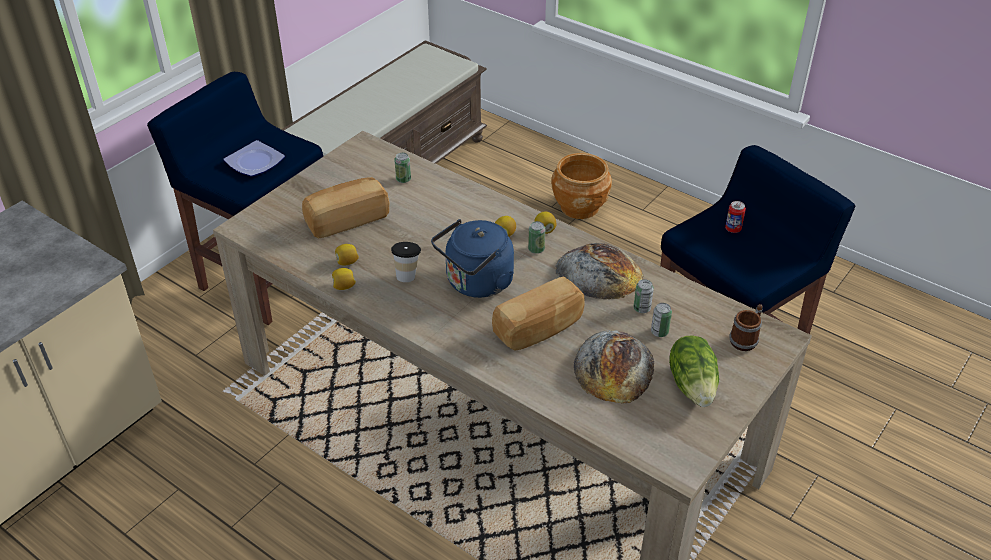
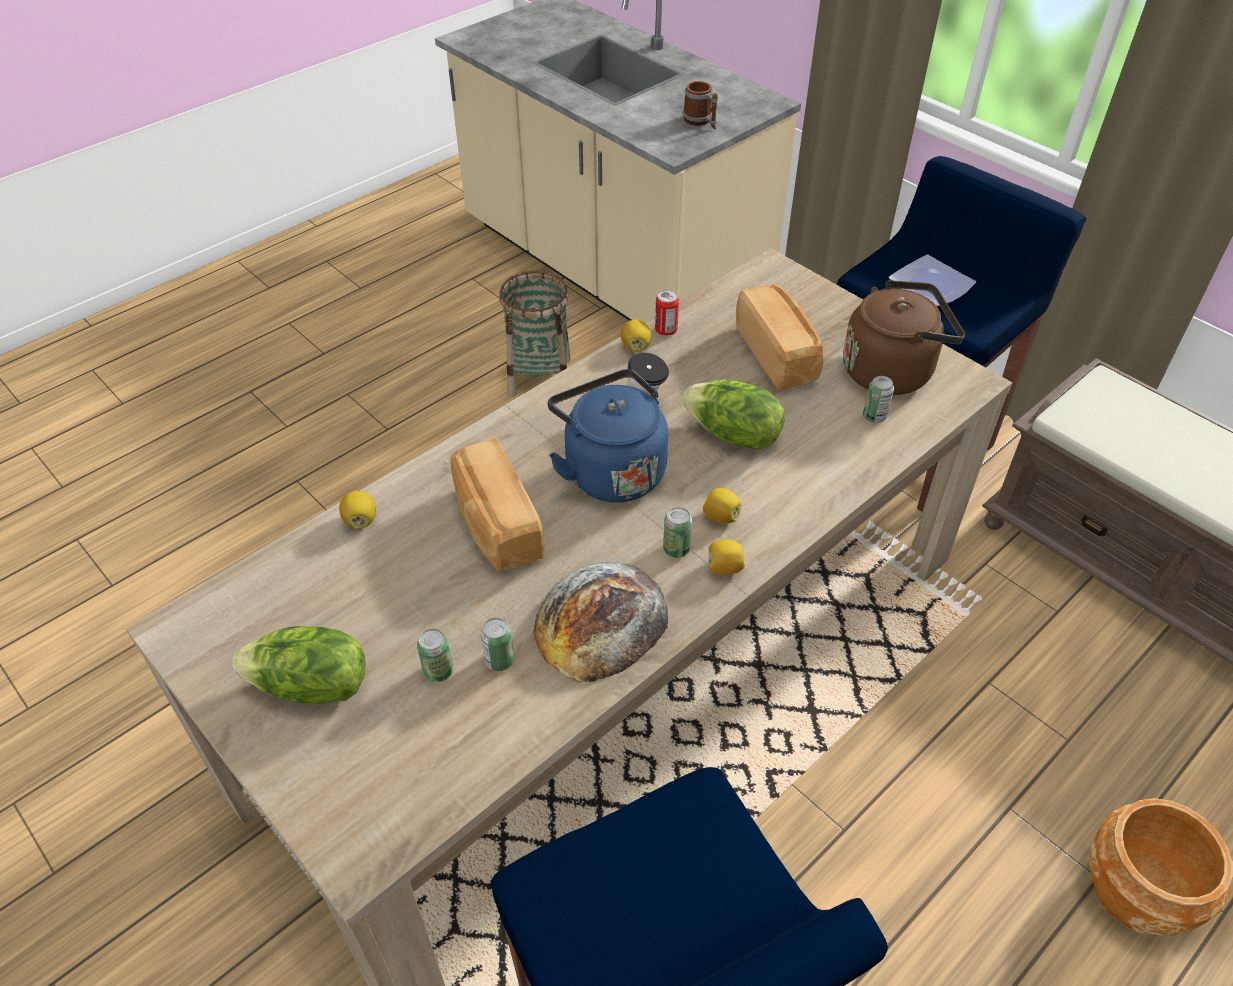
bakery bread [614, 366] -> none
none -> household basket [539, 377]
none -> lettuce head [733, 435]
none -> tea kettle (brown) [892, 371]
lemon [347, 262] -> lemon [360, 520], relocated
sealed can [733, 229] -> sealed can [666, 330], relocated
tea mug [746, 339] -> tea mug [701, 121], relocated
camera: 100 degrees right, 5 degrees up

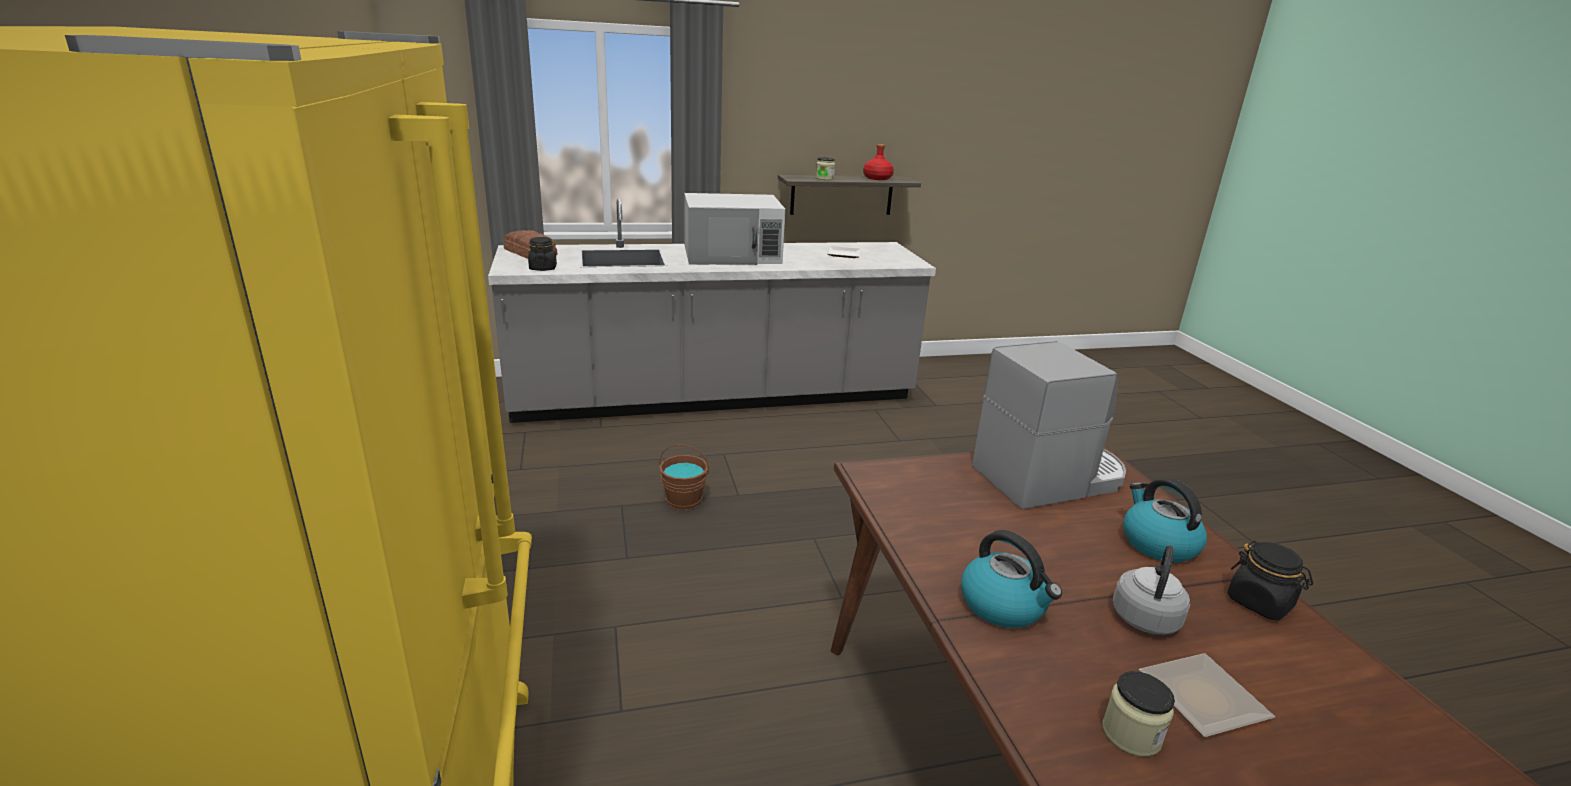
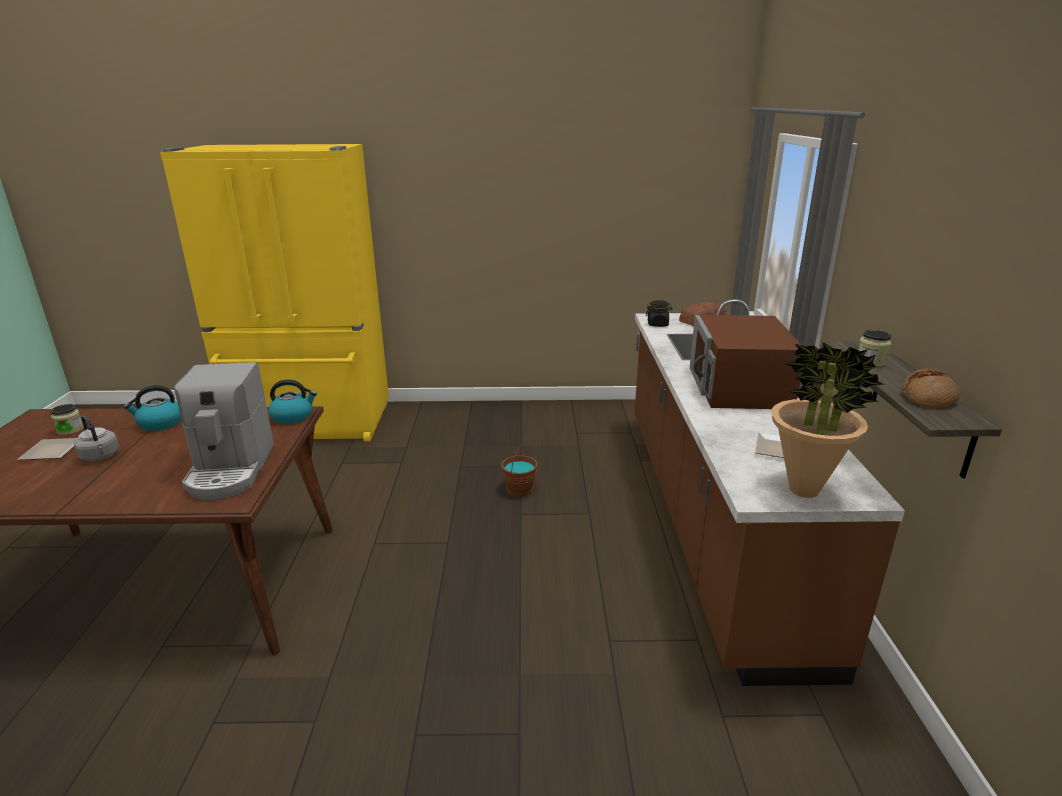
jar (blackish) [1259, 603] -> none
none -> houseplant [804, 490]
tea kettle [1157, 543] -> tea kettle [293, 416], relocated
beverage bottle (reddish) [877, 178] -> bakery bread [928, 398]
kitchen base unit (grey) [716, 397] -> kitchen base unit (brown) [709, 519]
microwave (whitish) [732, 254] -> microwave (brown) [739, 387]
camera: 105 degrees right, 0 degrees up

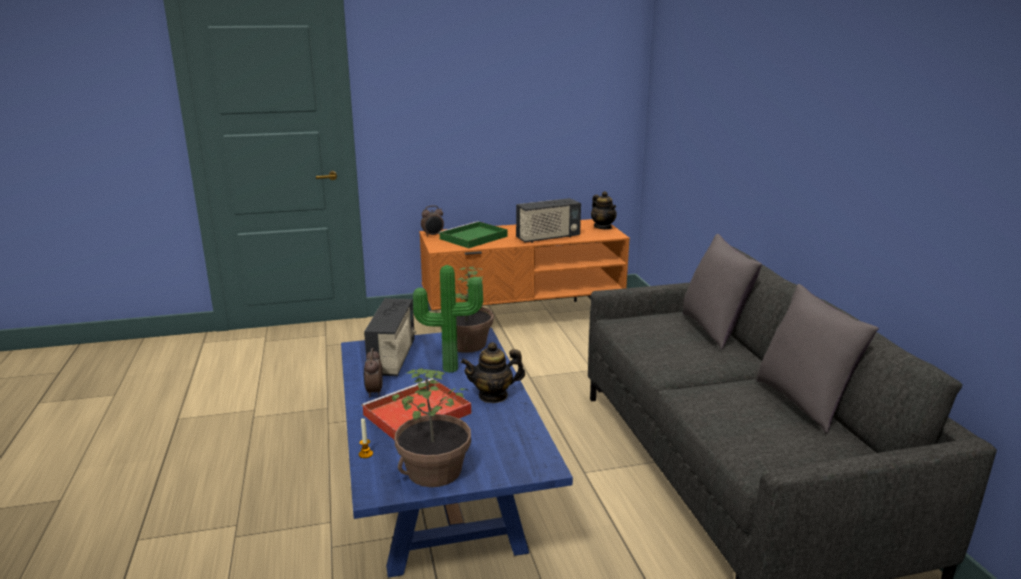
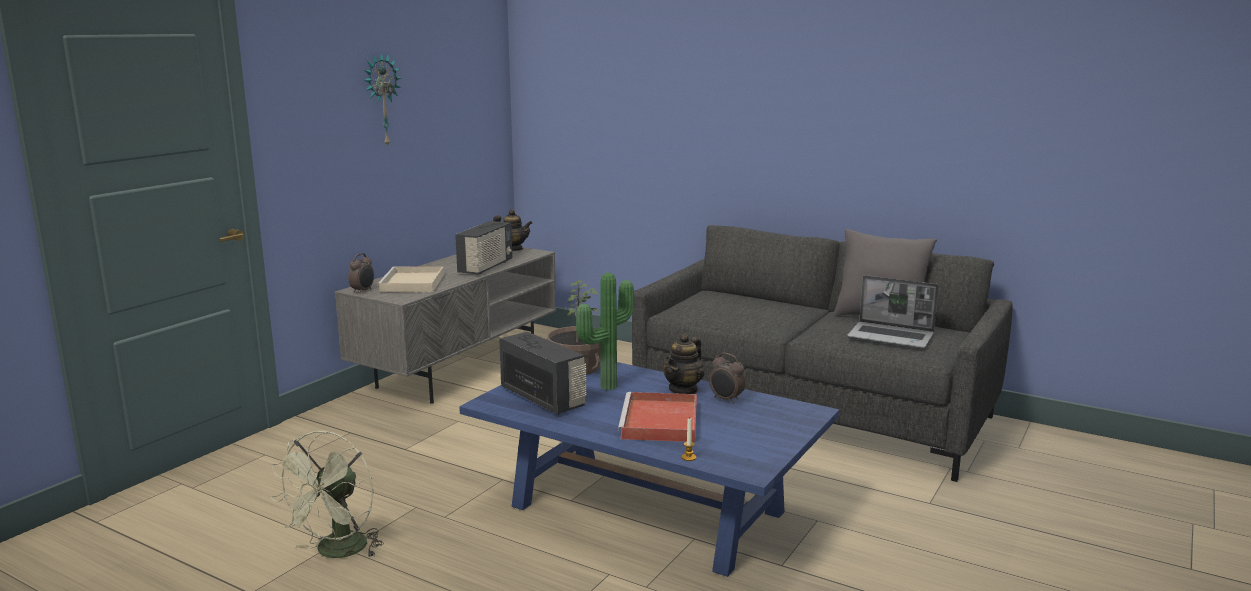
houseplant [434, 471] -> none
throw pillow (grey) [714, 329] -> none
none -> electric fan (greenish) [337, 552]
none -> wall clock [381, 100]
none -> portable computer [892, 337]
bedside clock [374, 392] -> bedside clock [726, 400], relocated
media console (orangey) [523, 317] -> media console (grey) [458, 369]
carrying tray (greenish) [472, 238] -> carrying tray (sand-coloured) [412, 283]
camera: 45 degrees left, 5 degrees down

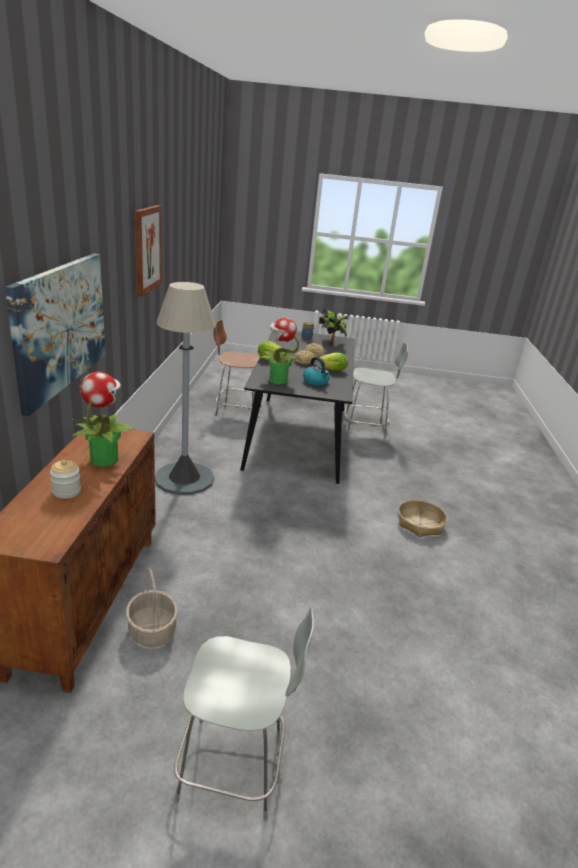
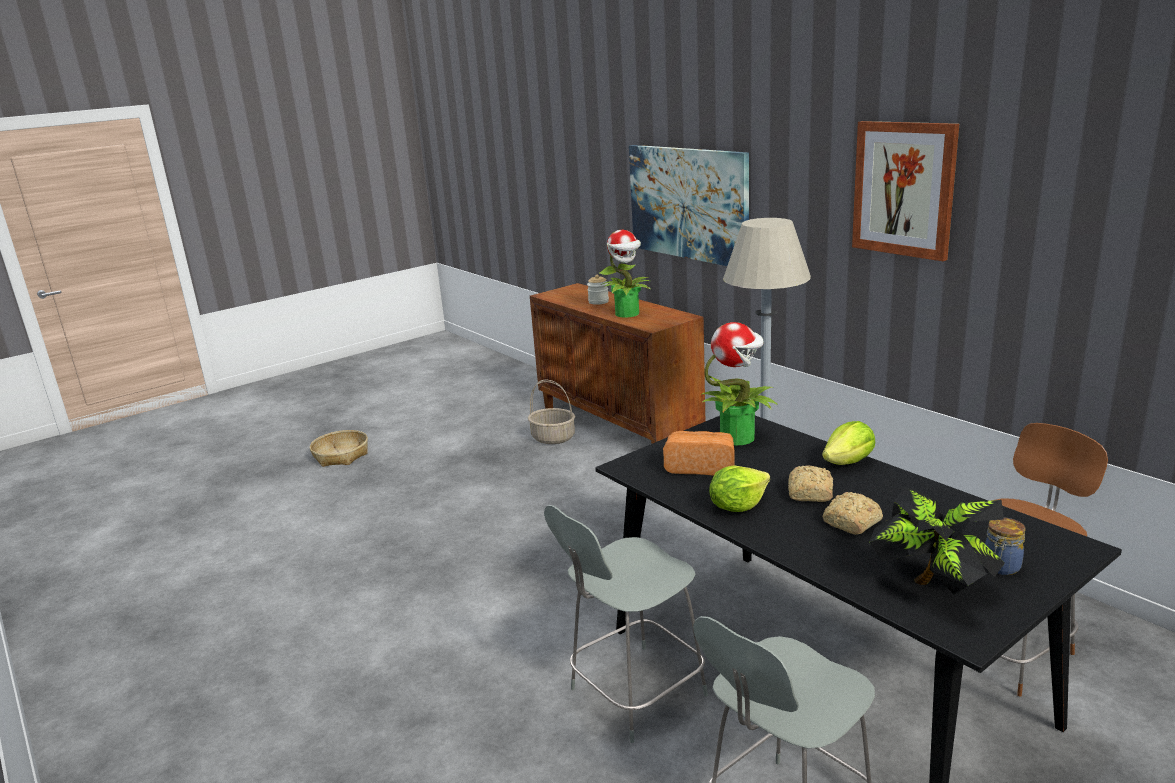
upright chair (grey) [235, 768] -> upright chair (grey) [634, 694], relocated
household basket [419, 524] -> household basket [341, 455], relocated
tea kettle [316, 381] -> bakery bread [700, 467]
camera: 140 degrees right, 5 degrees down

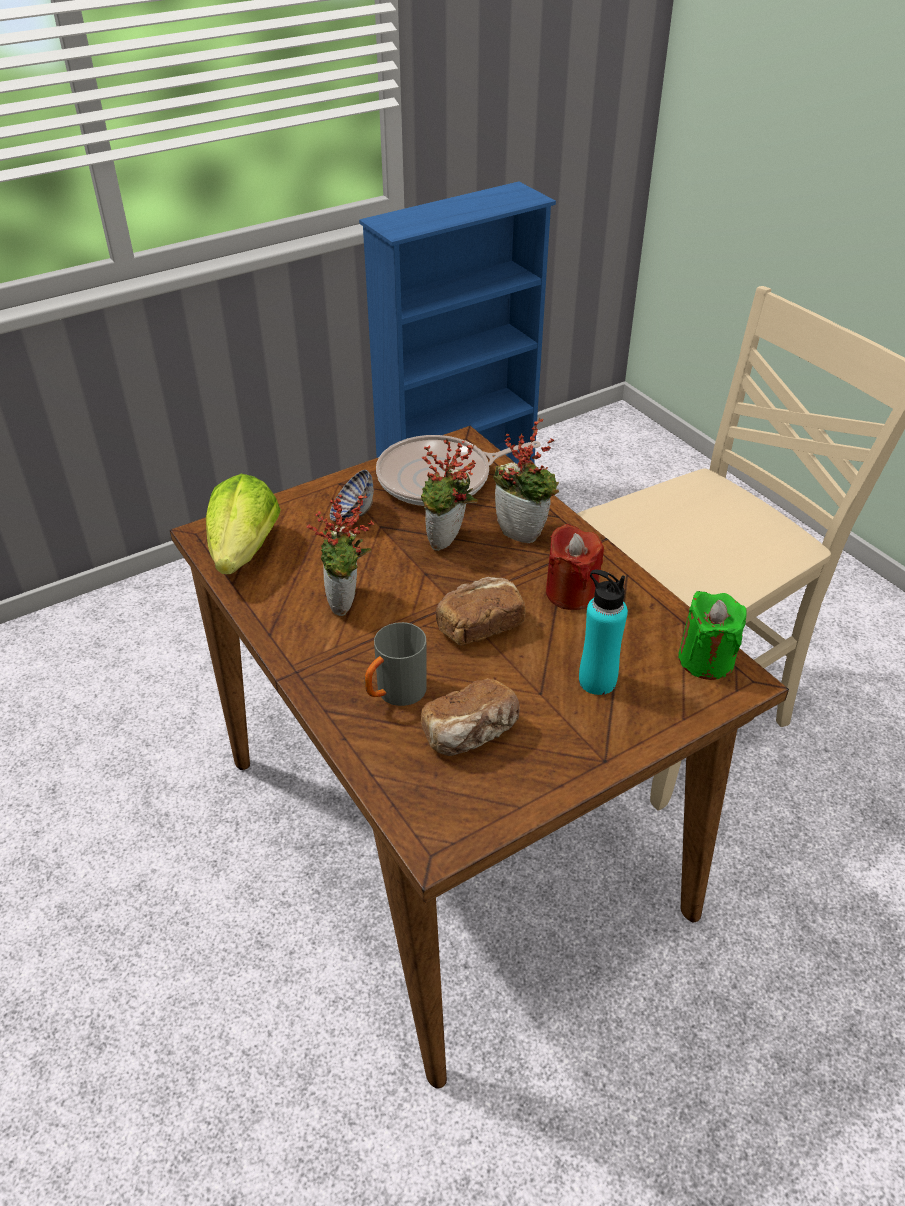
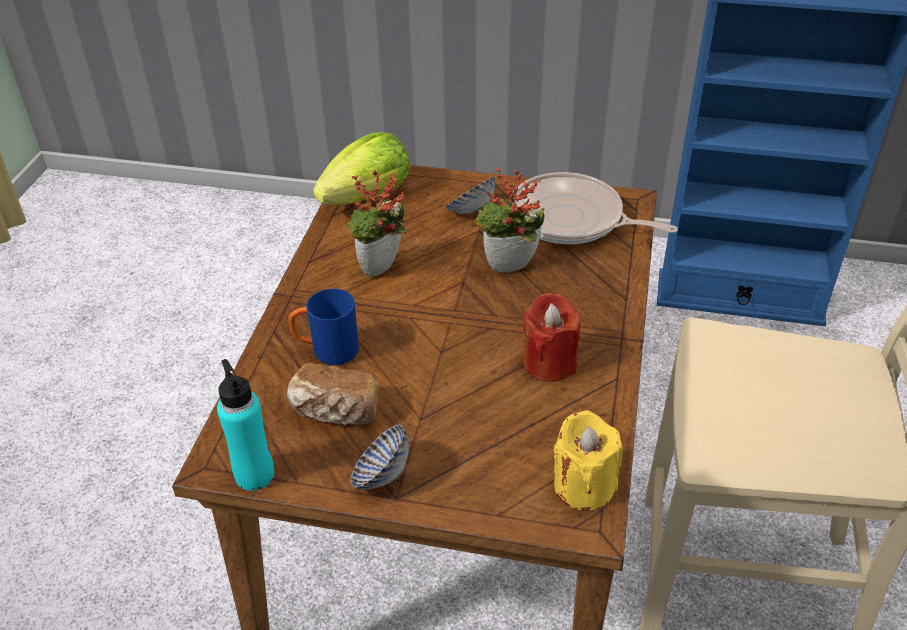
bakery bread [479, 625] -> none
houseplant [524, 532] -> none
none -> serving bowl [381, 476]
beverage bottle (blue-green) [597, 681] -> beverage bottle (blue-green) [254, 474], relocated
tea mug (grey) [394, 695] -> tea mug (bluish) [326, 351]
wax candle (greenish) [706, 660] -> wax candle (yellow-coloured) [583, 486]
camera: 45 degrees right, 0 degrees up

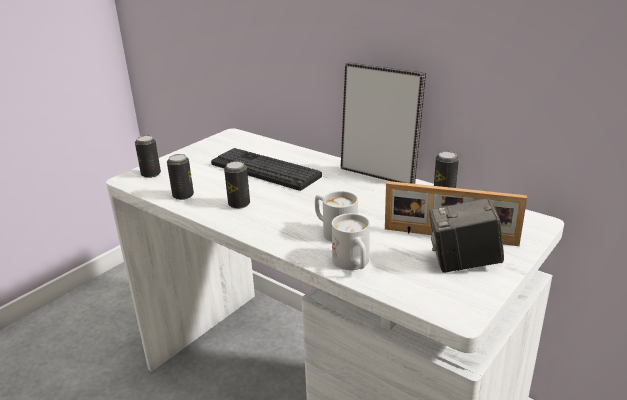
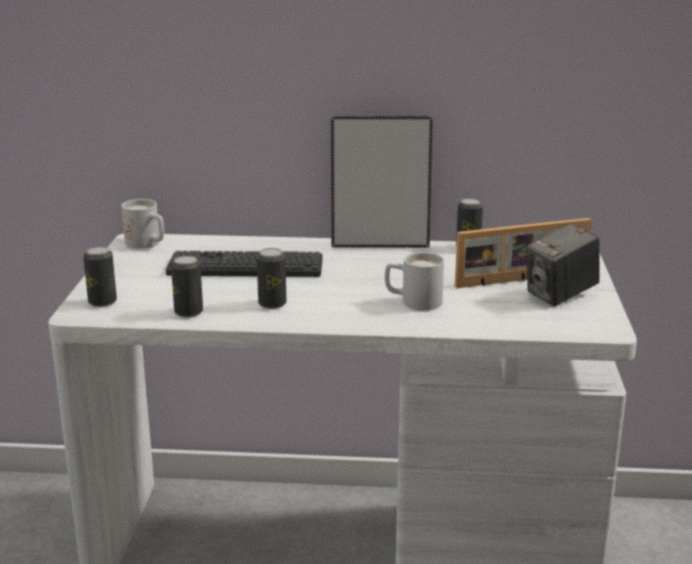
tea mug (whitish) [353, 264] -> tea mug (whitish) [147, 244], relocated
camera: 35 degrees left, 5 degrees down

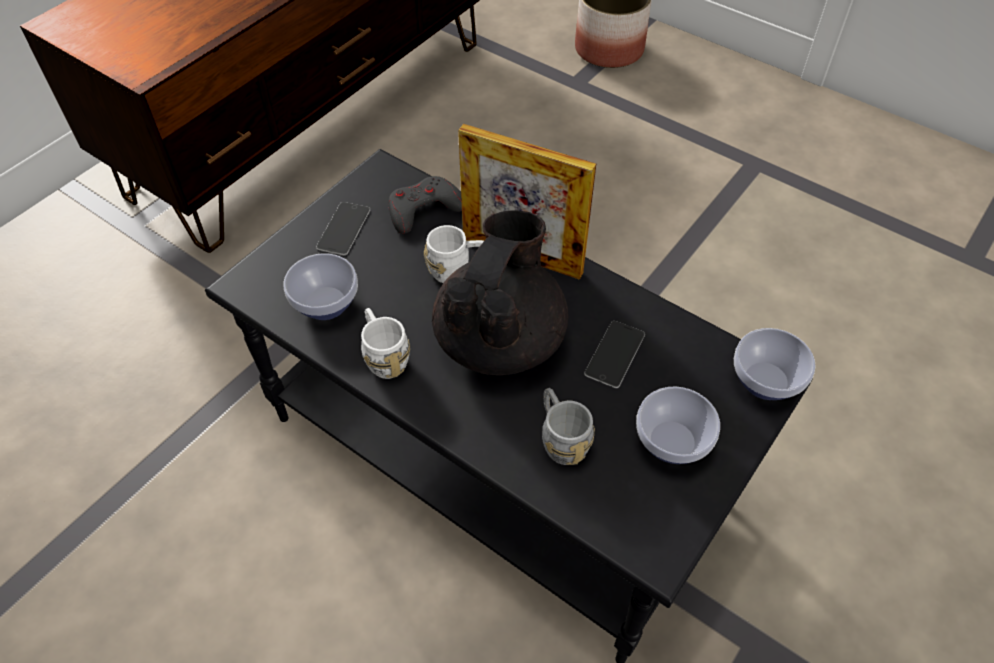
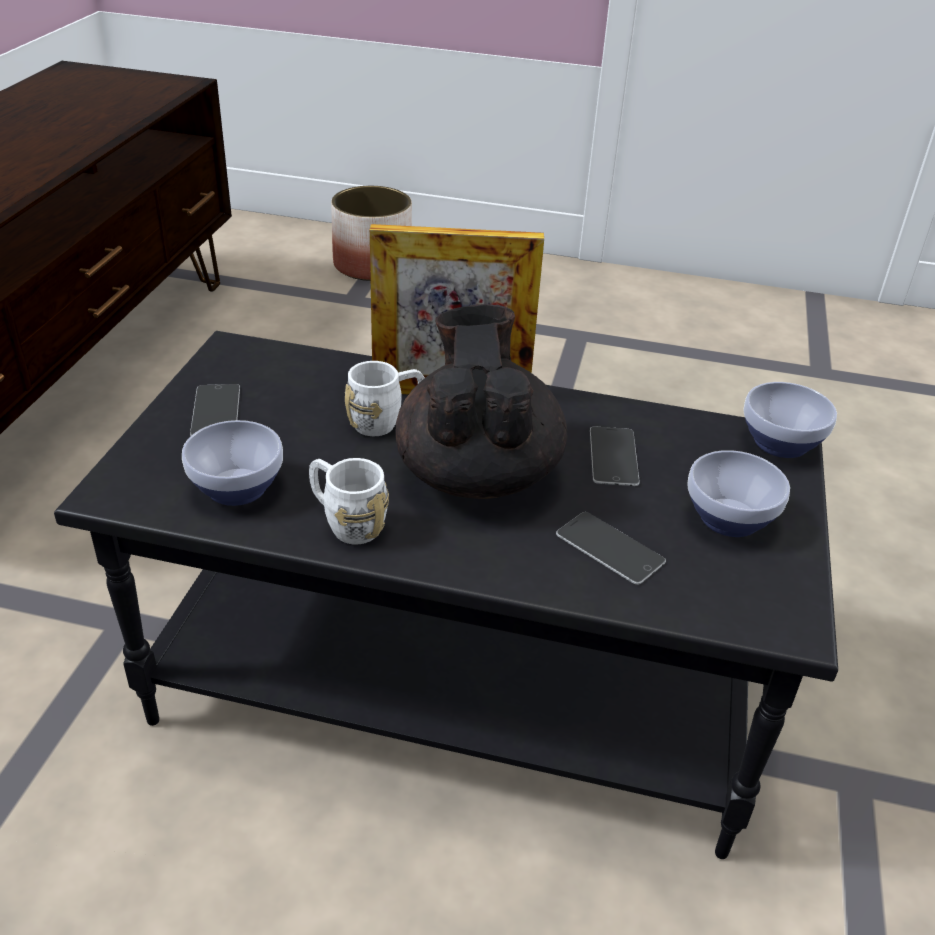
joypad (grey) [424, 209] -> none
tea mug (grey) [560, 439] -> telephone [610, 548]
camera: 25 degrees left, 15 degrees down

